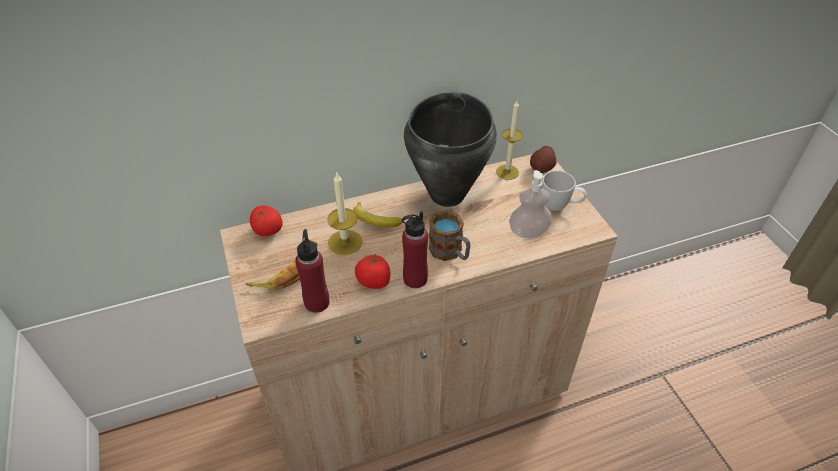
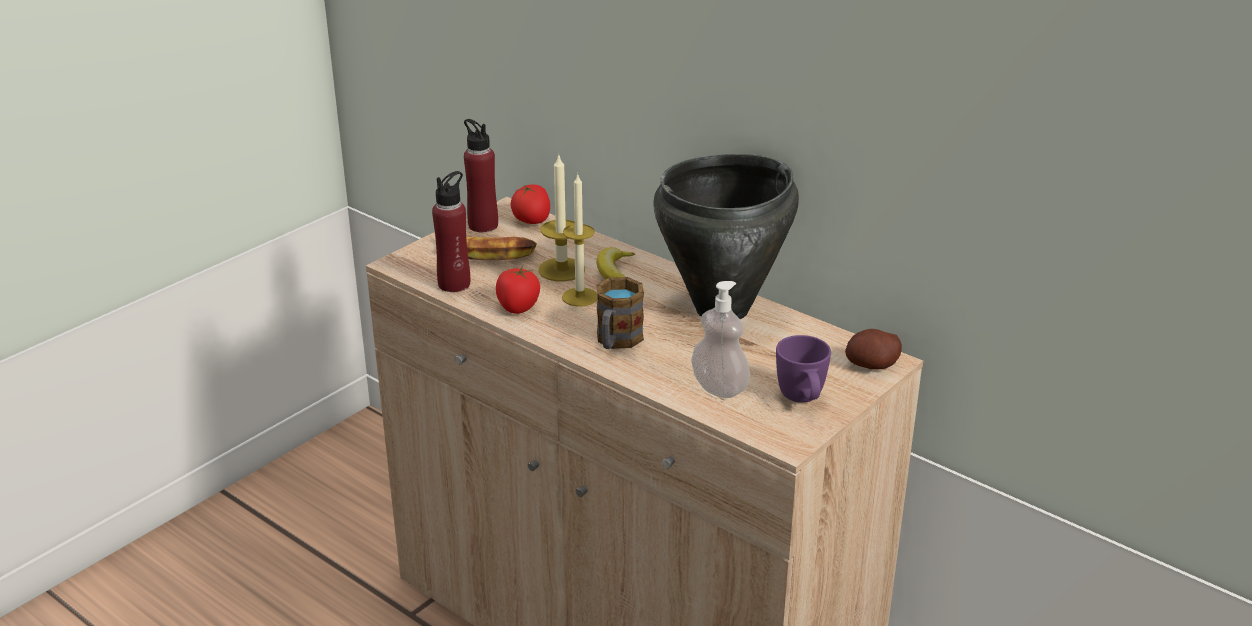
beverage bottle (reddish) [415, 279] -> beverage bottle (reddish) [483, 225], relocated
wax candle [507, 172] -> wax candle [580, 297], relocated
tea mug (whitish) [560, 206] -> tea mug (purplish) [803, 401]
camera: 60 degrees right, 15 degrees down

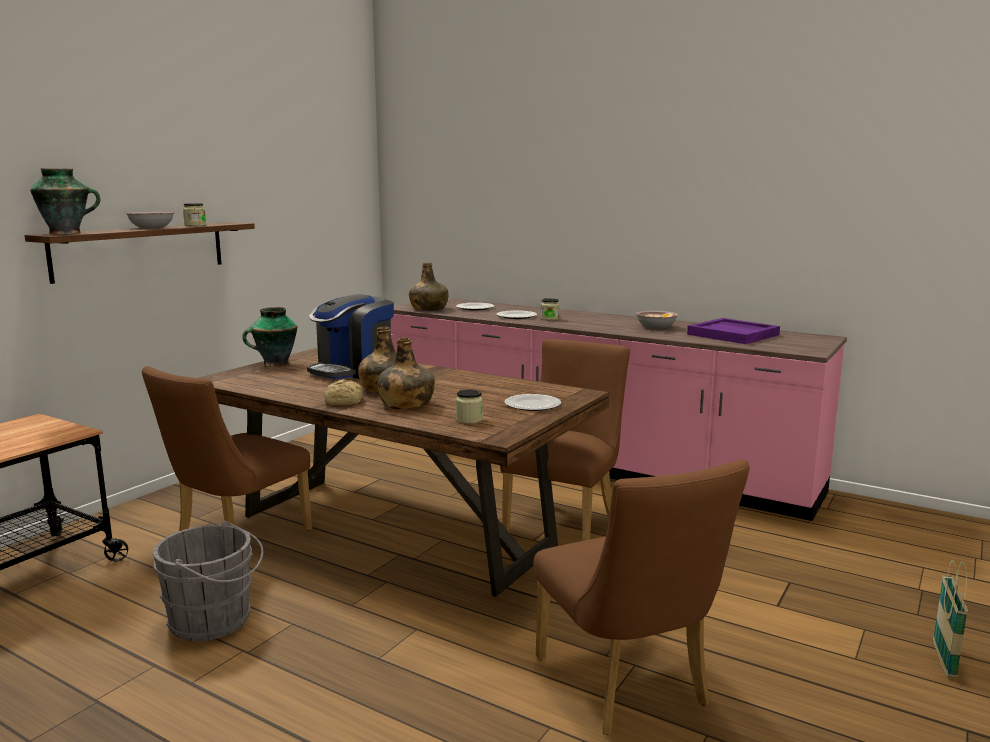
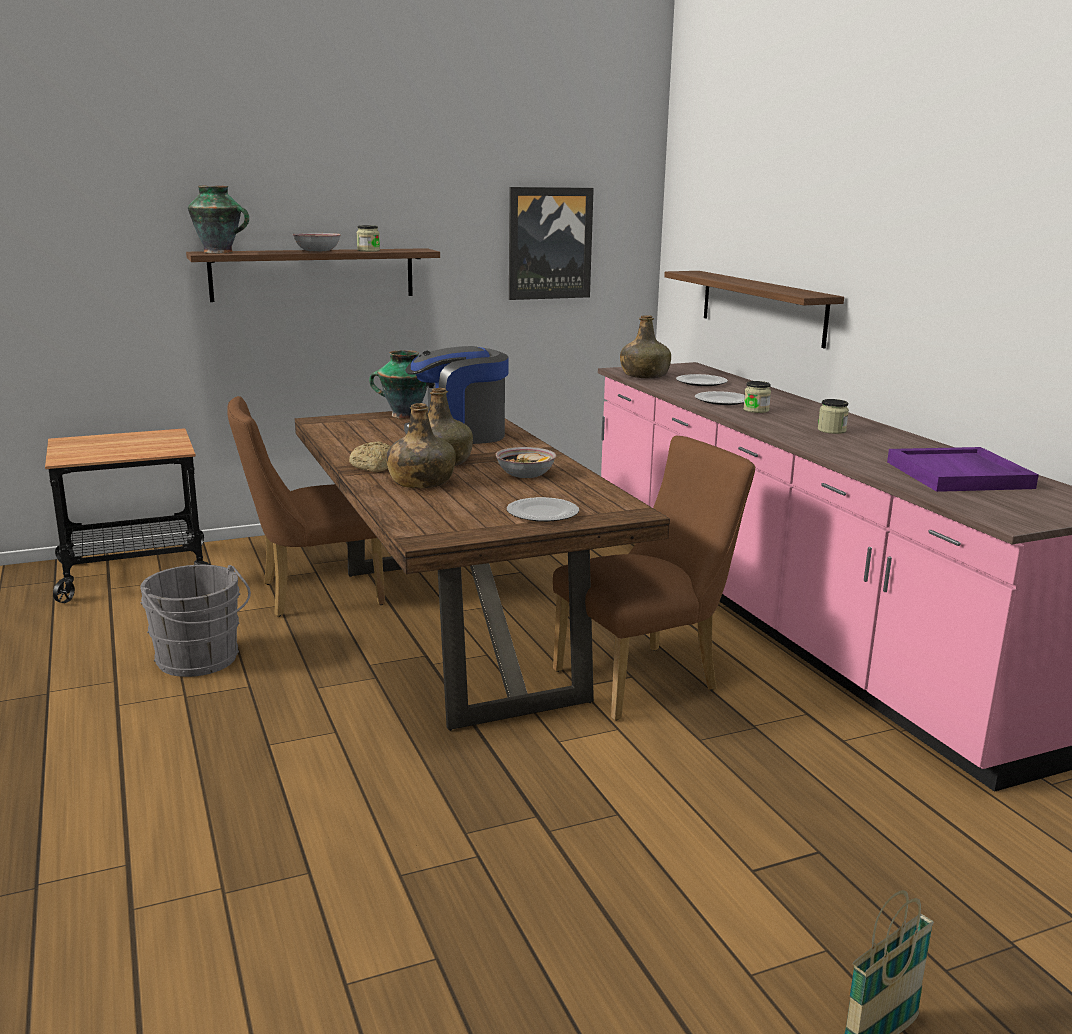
upright chair (brown) [628, 688] -> none
none -> wall art [549, 243]
none -> shelf [762, 307]
jar [469, 420] -> jar [831, 430], relocated
serving bowl [656, 327] -> serving bowl [525, 474], relocated
camera: 35 degrees right, 5 degrees up

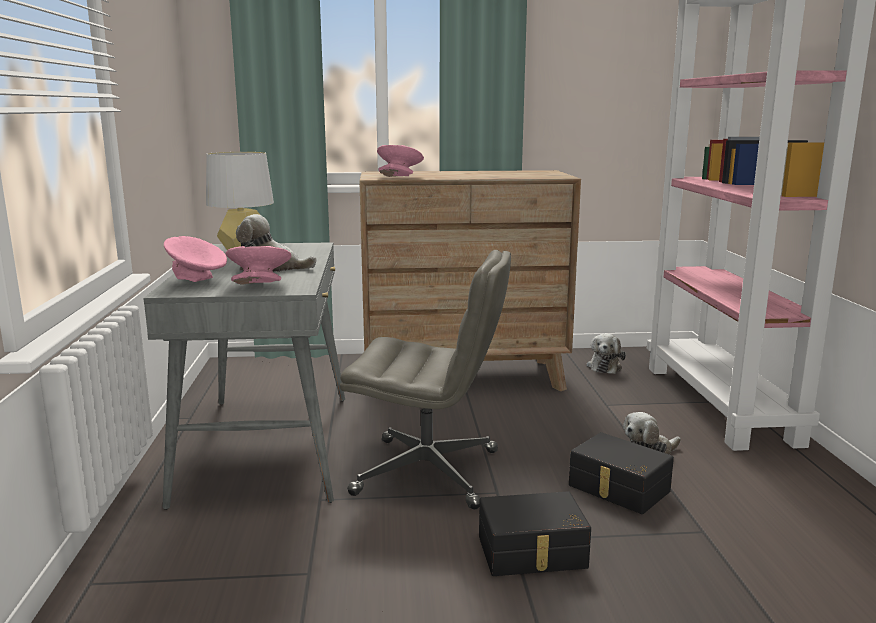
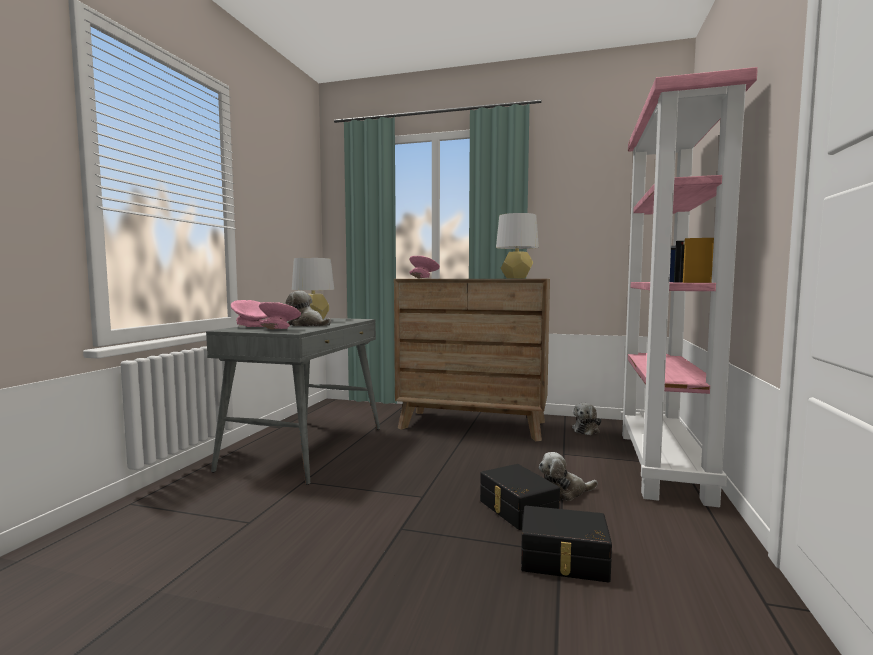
computer chair (grey) [429, 472] -> none
none -> lamp for a table (grey) [516, 278]
storage box (blackish) [532, 553] -> storage box (blackish) [564, 560], relocated
camera: 20 degrees right, 10 degrees down

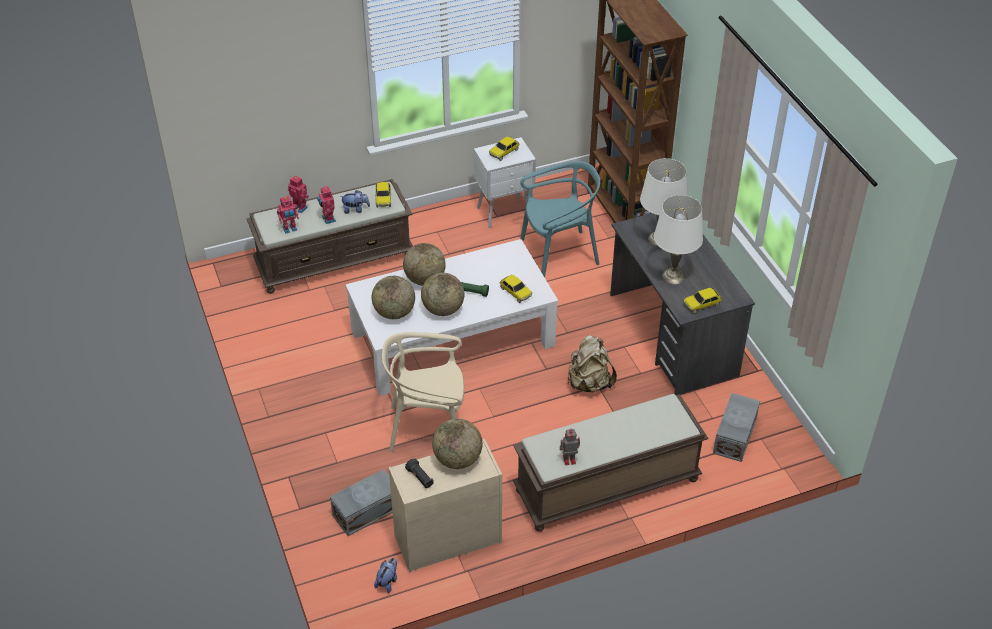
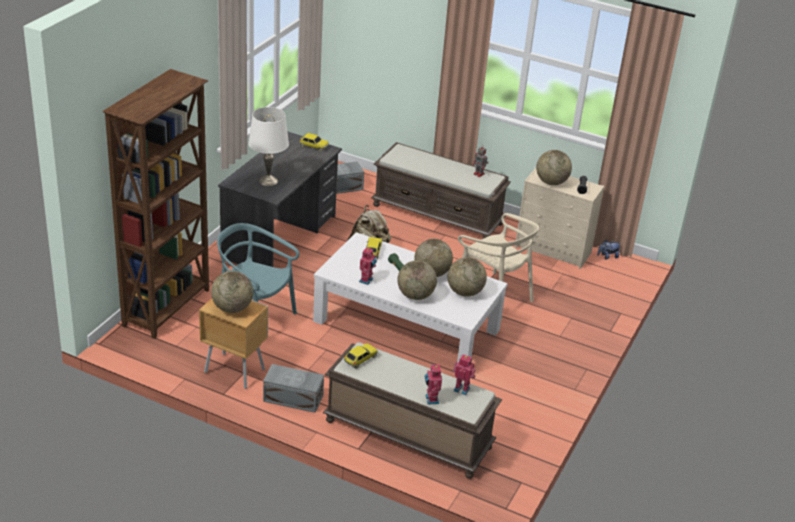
cuddly toy [355, 209] -> none
lamp for a table (whitish) [673, 276] -> none
model robot [328, 219] -> model robot [366, 280], relocated
storage box (grey) [365, 511] -> storage box (grey) [293, 399], relocated
miniature car [504, 152] -> globe [232, 308]
night table (whitish) [505, 213] -> night table (brown) [233, 370]
camera: 135 degrees left, 10 degrees down

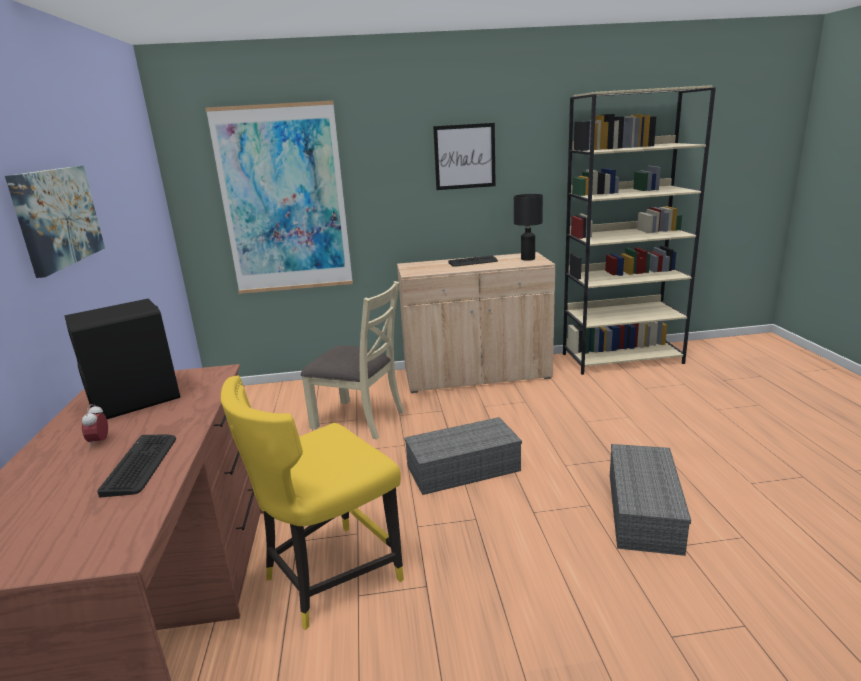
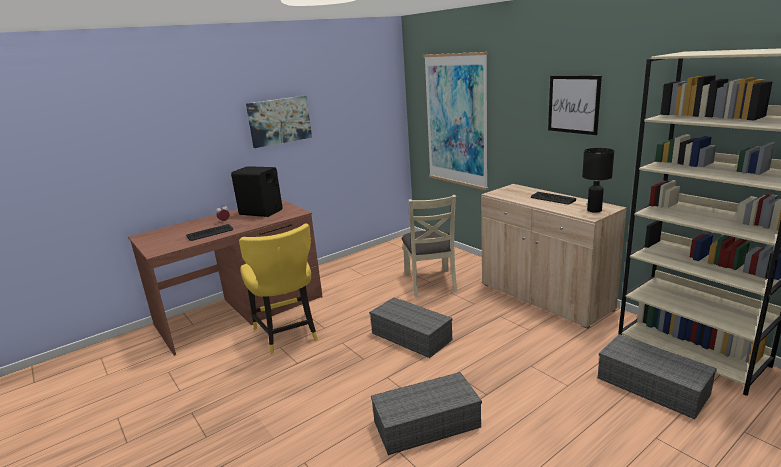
none -> storage box (grey) [654, 386]
upright chair (yellow-coloured) [328, 577] -> upright chair (yellow-coloured) [287, 334], 135 degrees counterclockwise
camera: 60 degrees right, 0 degrees up

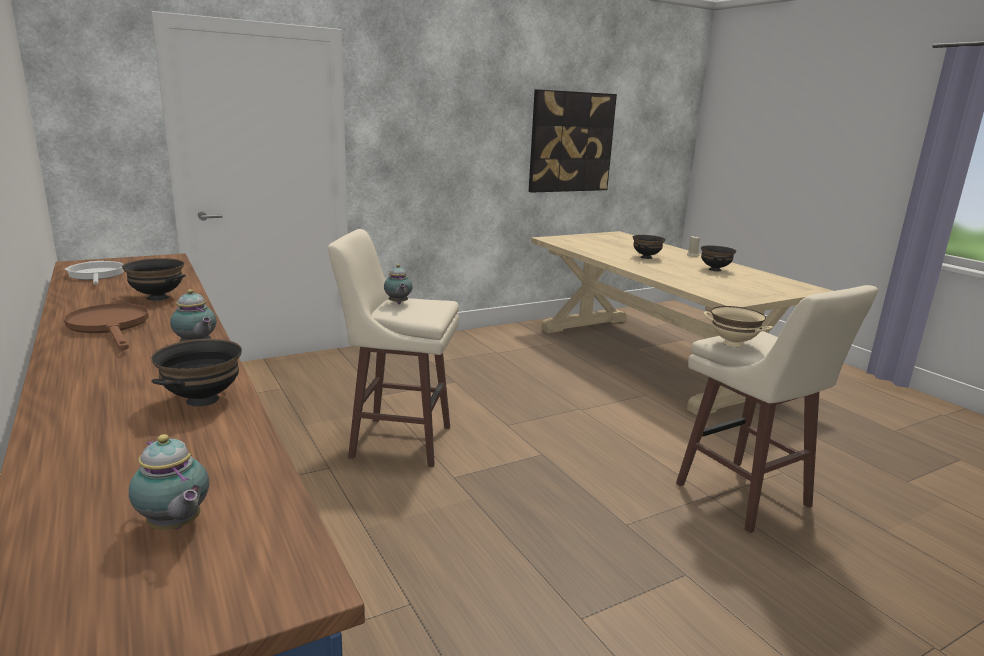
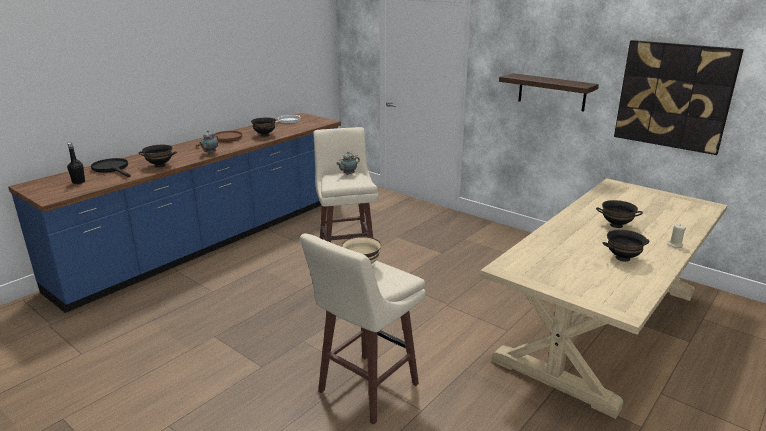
none -> pan (blackish) [112, 169]
none -> shelf [551, 92]
teapot [175, 526] -> beverage bottle (blackish) [78, 182]
camera: 70 degrees right, 5 degrees up

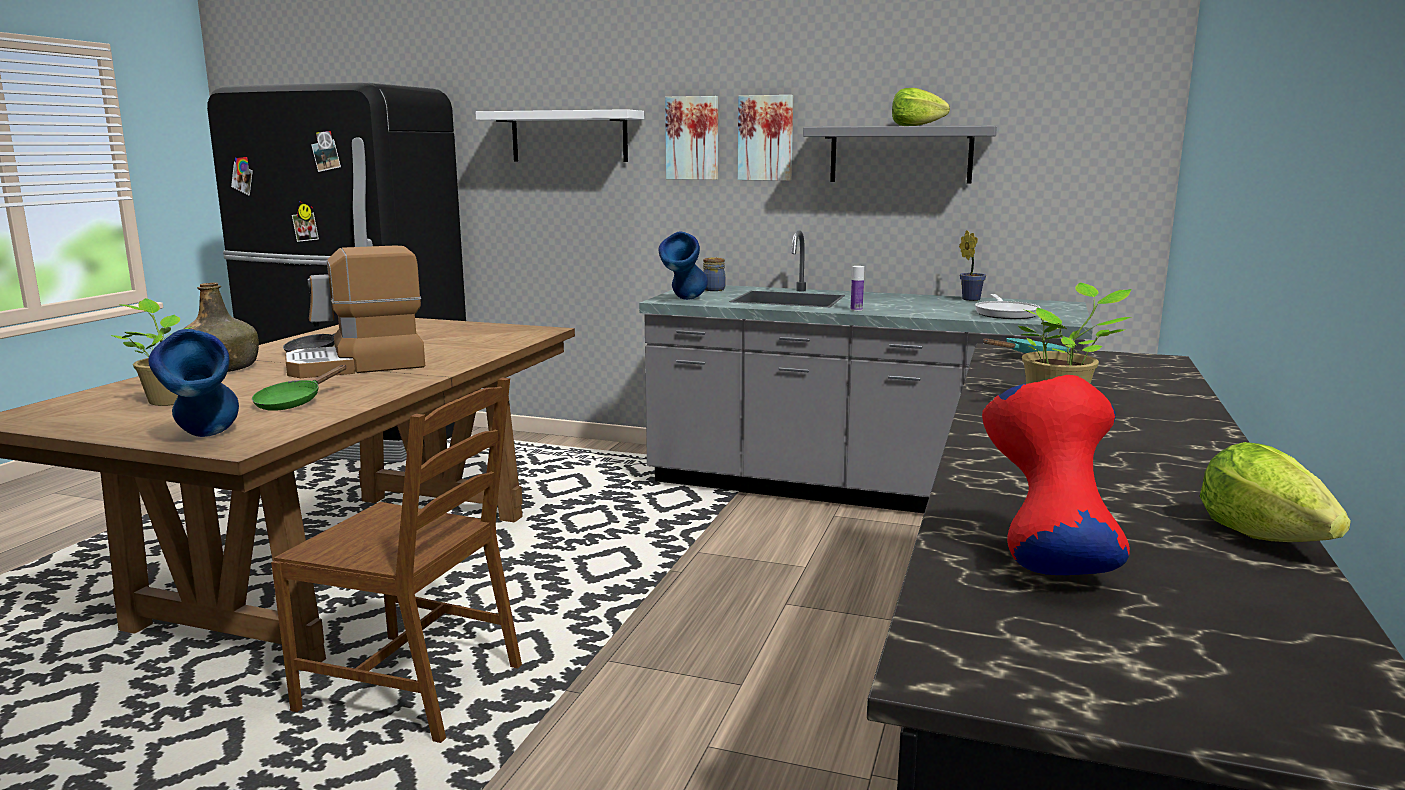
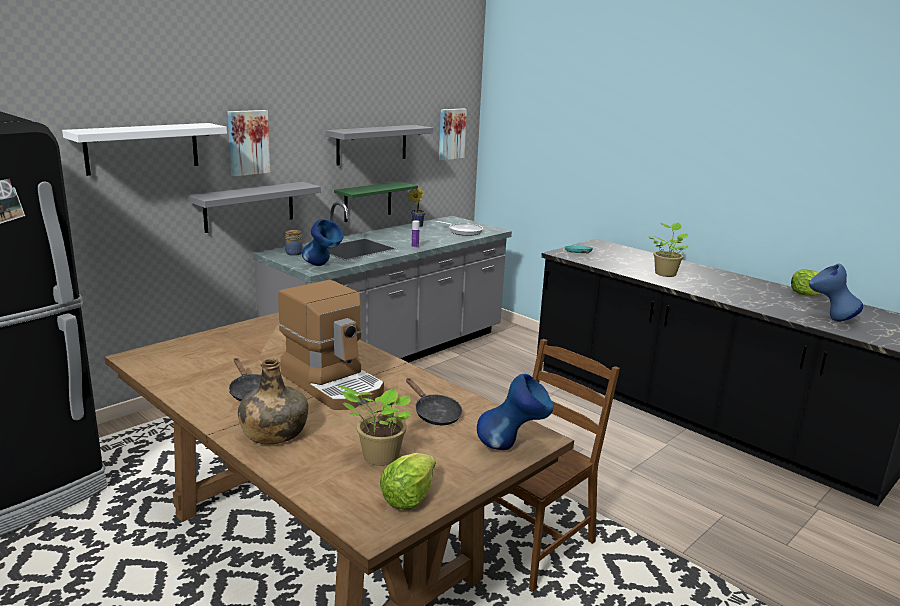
none -> shelf (grey) [249, 206]
none -> shelf (greenish) [368, 201]
wall art [766, 138] -> wall art [451, 134], relocated
lettuce head [916, 126] -> lettuce head [409, 497], relocated
pan (greenish) [293, 402] -> pan (blackish) [434, 414]
decorative vase (reddish) [1045, 564] -> decorative vase (bluish) [829, 319]
coffee maker [358, 365] -> coffee maker [334, 384], 45 degrees counterclockwise
camera: 65 degrees left, 5 degrees up

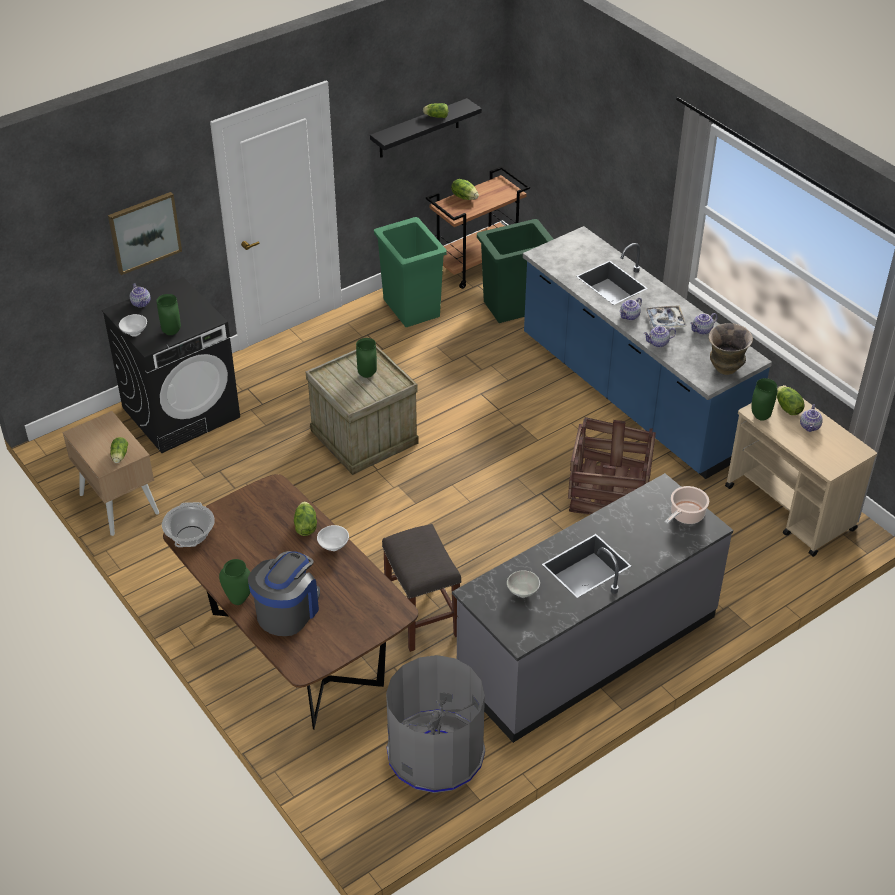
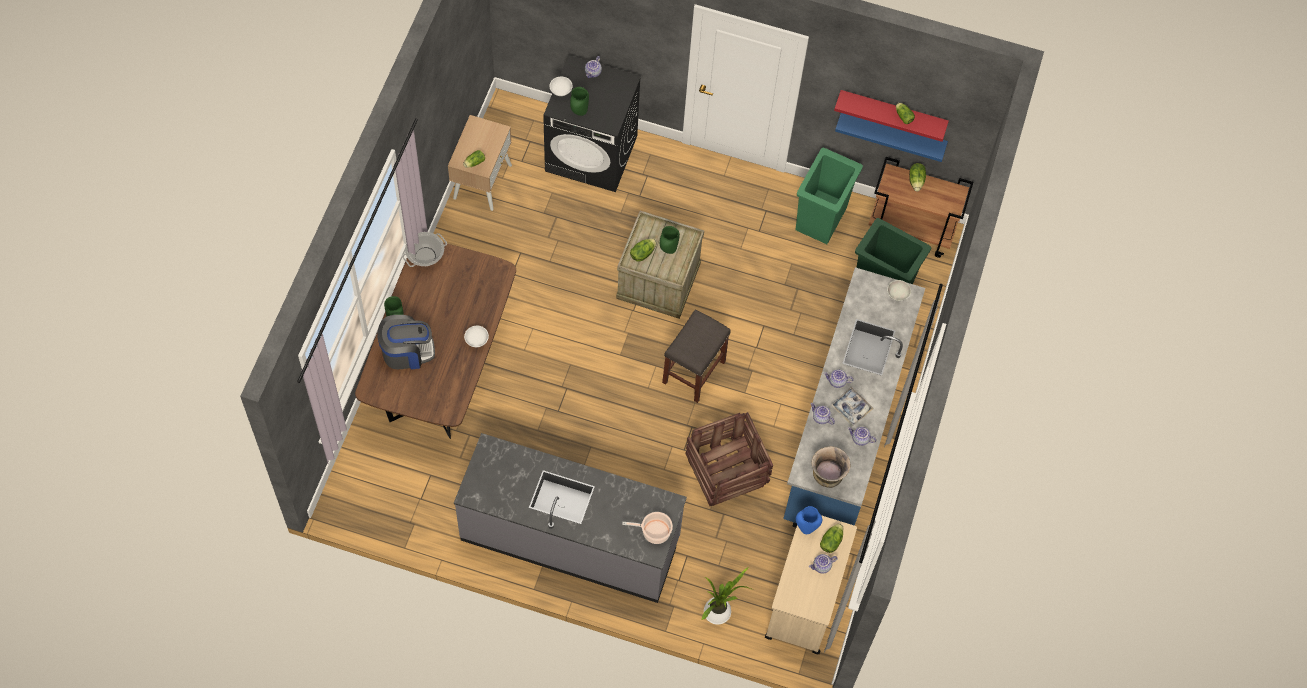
wall art [144, 232] -> none
trash can (grey) [435, 752] -> none
none -> houseplant [719, 611]
none -> shelf (bluish) [892, 133]
lettuce head [305, 526] -> lettuce head [642, 253], relocated
stool (grey) [421, 617] -> stool (grey) [694, 371], relocated
serving bowl (whitish) [522, 593] -> serving bowl (whitish) [896, 295], relocated
shelf (blackish) [419, 129] -> shelf (reddish) [892, 112]
decorative vase (greenish) [760, 416] -> decorative vase (bluish) [806, 527]
camera: 50 degrees right, 20 degrees up

